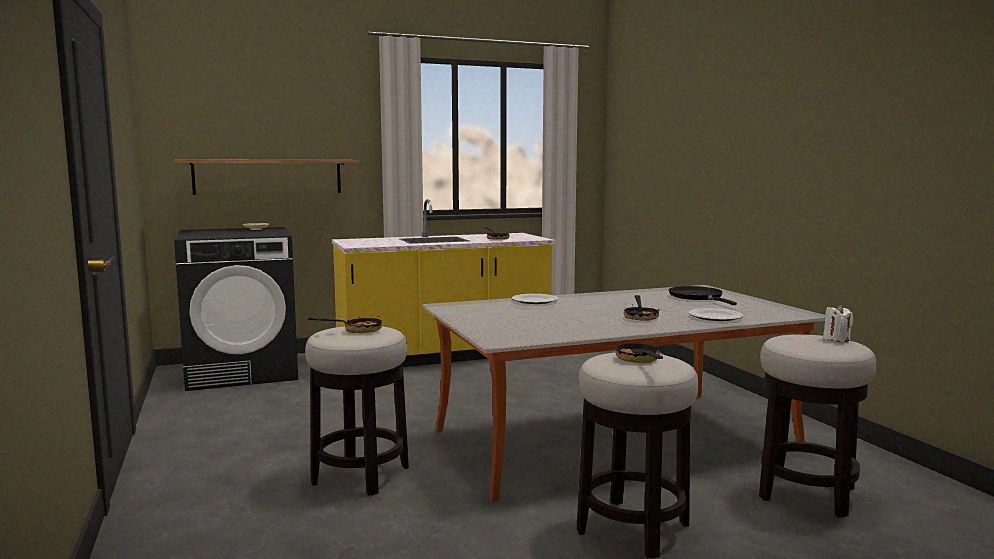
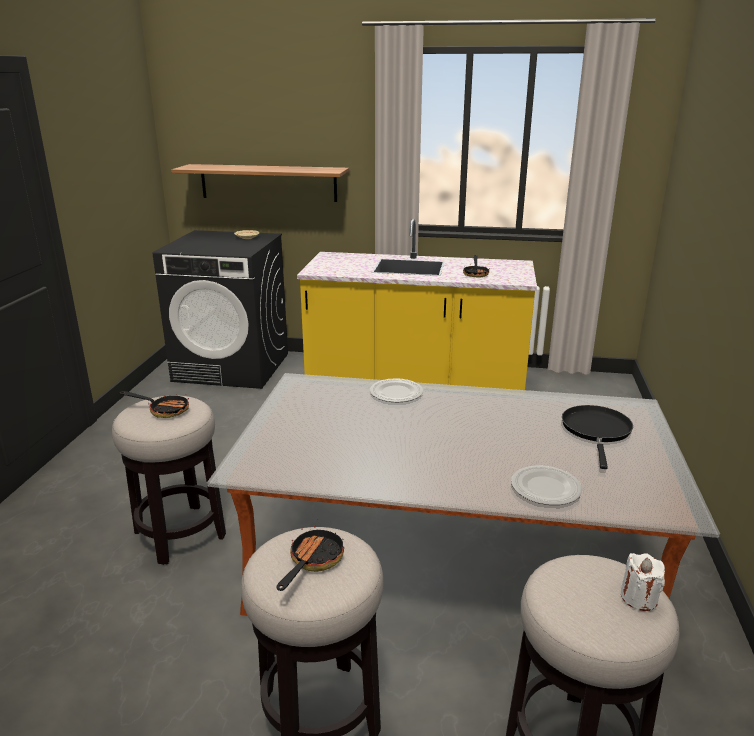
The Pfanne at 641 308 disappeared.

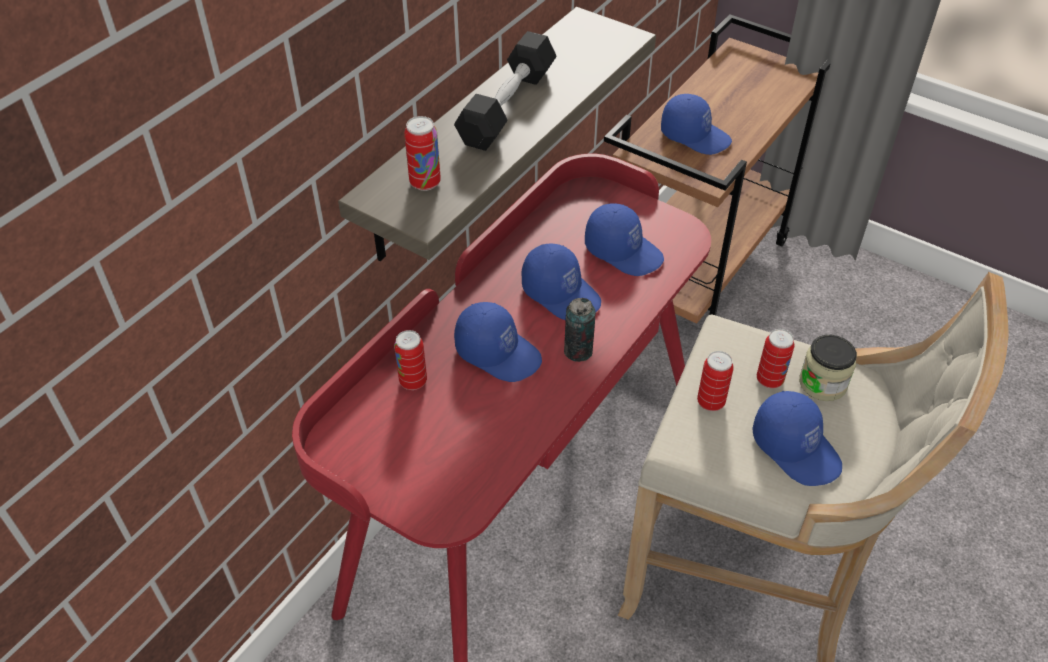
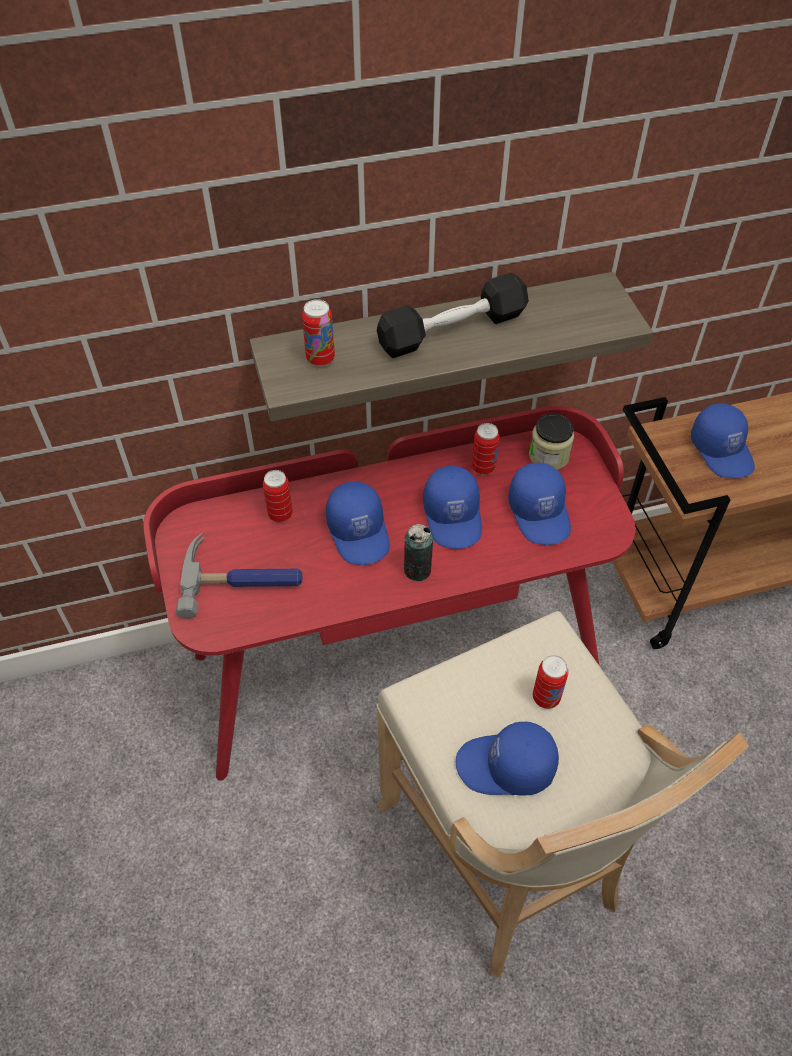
The Dose moved from 715 381 to 486 449. The Kappe/blau at 797 438 turned 90 degrees clockwise. The Vorratsglas moved from 828 368 to 551 441. The Hammer at 239 576 appeared.

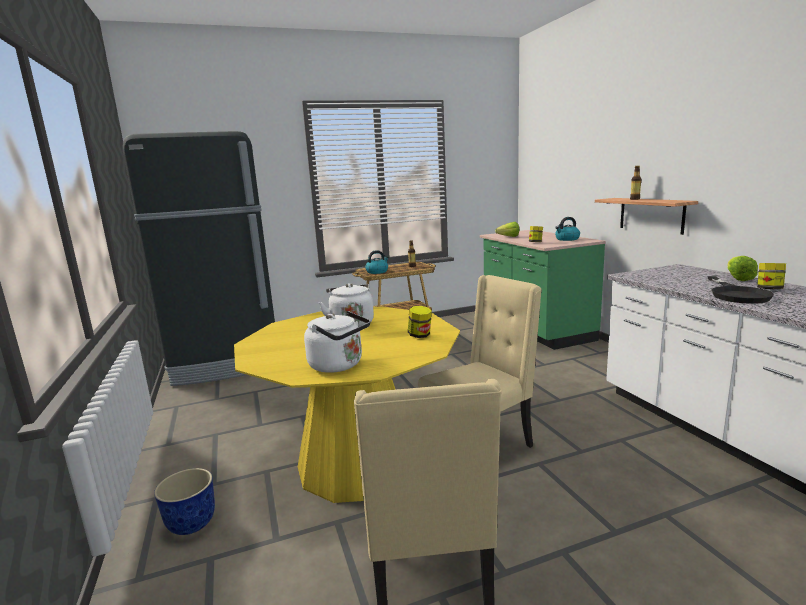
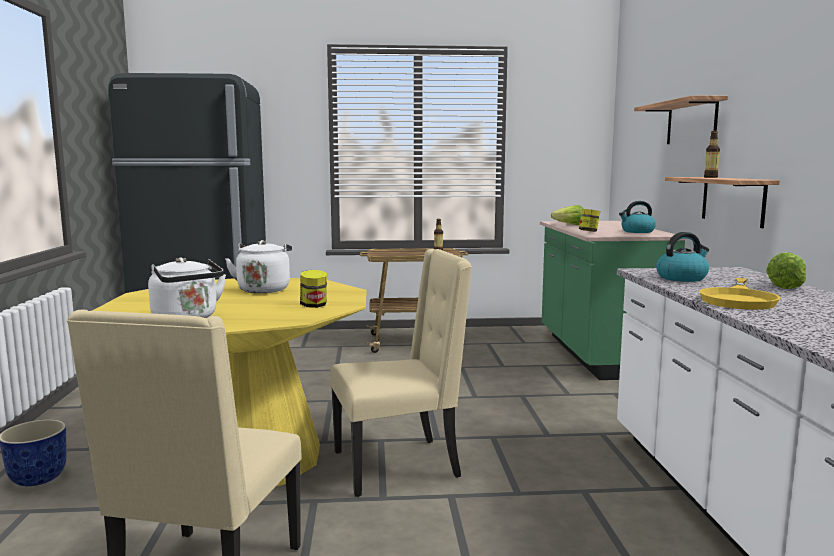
The Wasserkessel moved from 377 262 to 682 257. The Pfanne/schwarz at 740 290 became the Pfanne/gelb at 740 294. The Vorratsglas at 771 276 disappeared. The Wandregal at 681 119 appeared.

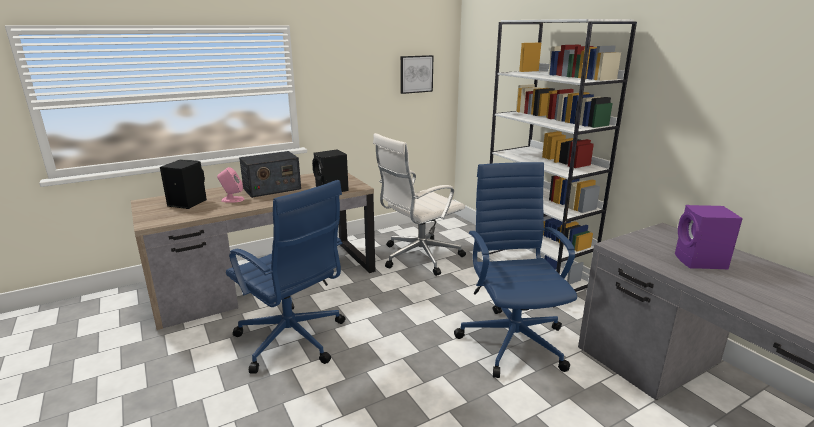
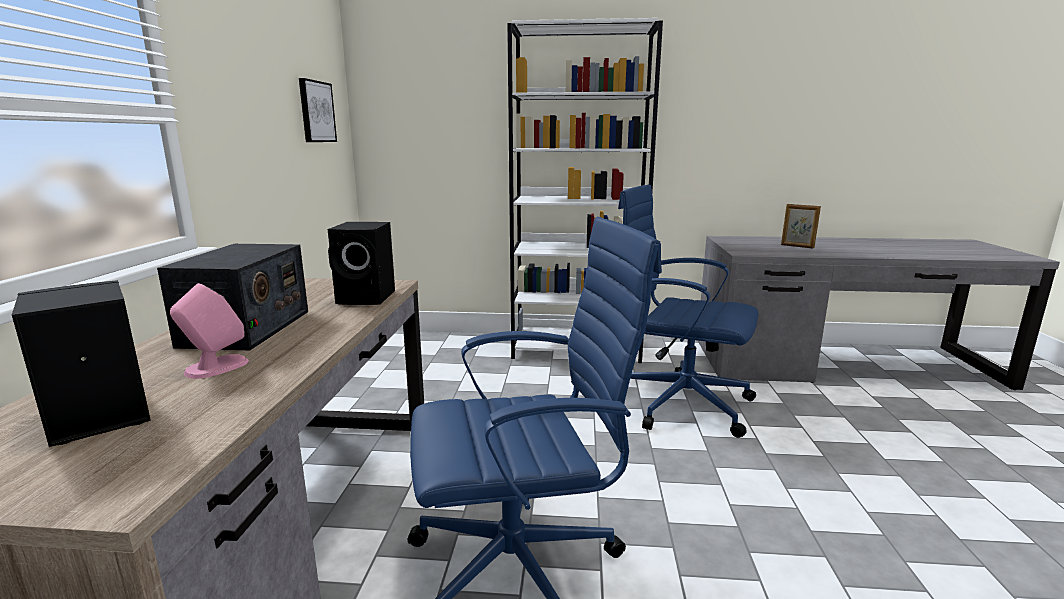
The Bürostuhl/weiß at 419 204 disappeared. The Lautsprecher/lila at 709 237 was replaced by the Bilderrahmen at 801 226.

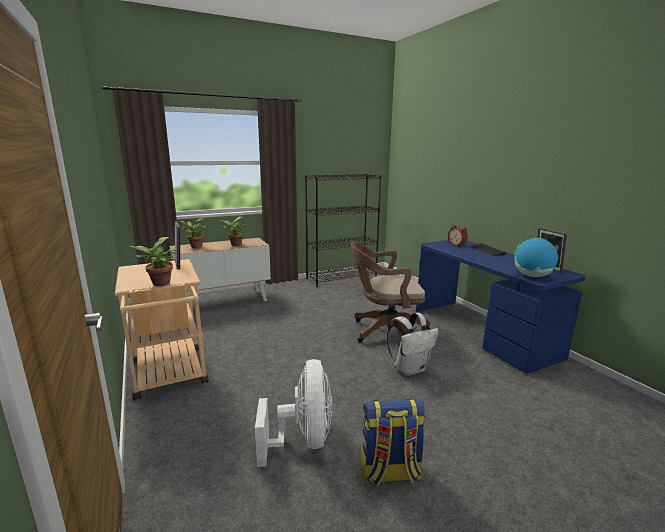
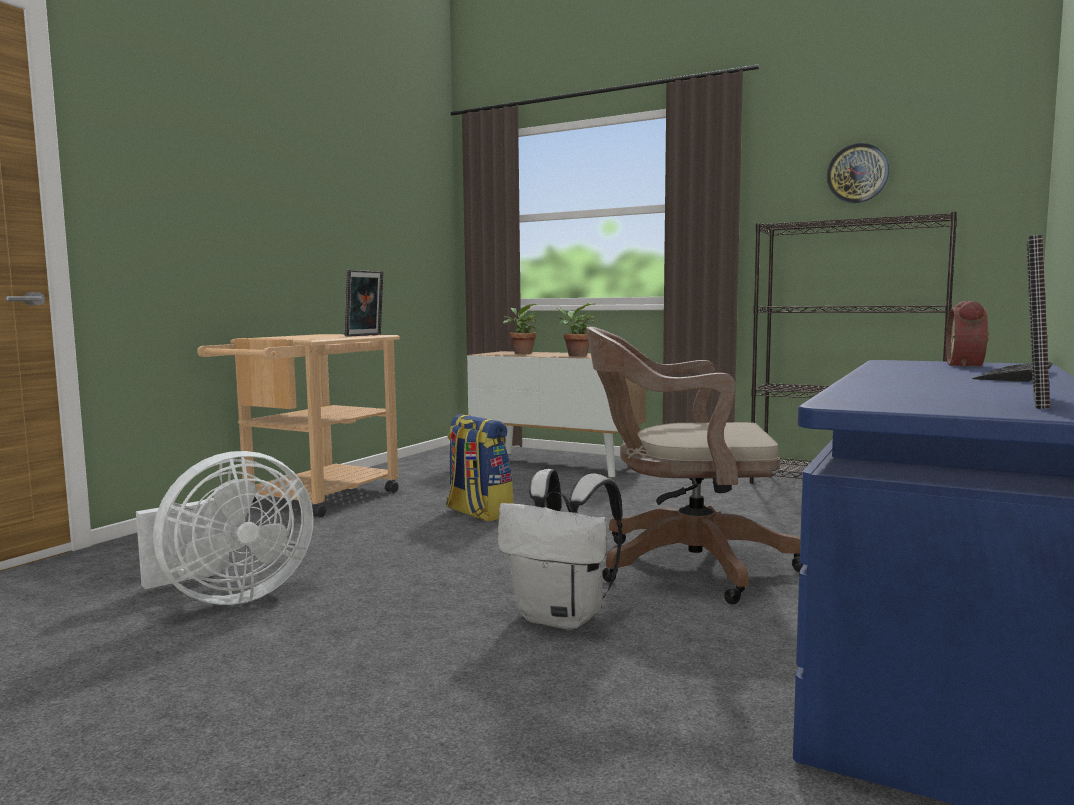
The Topfpflanze at 153 261 disappeared. The Bürostuhl/braun at 390 292 turned 45 degrees counterclockwise. The Rucksack moved from 393 442 to 479 467. The Globus at 536 257 disappeared. The Wanduhr at 858 173 appeared.

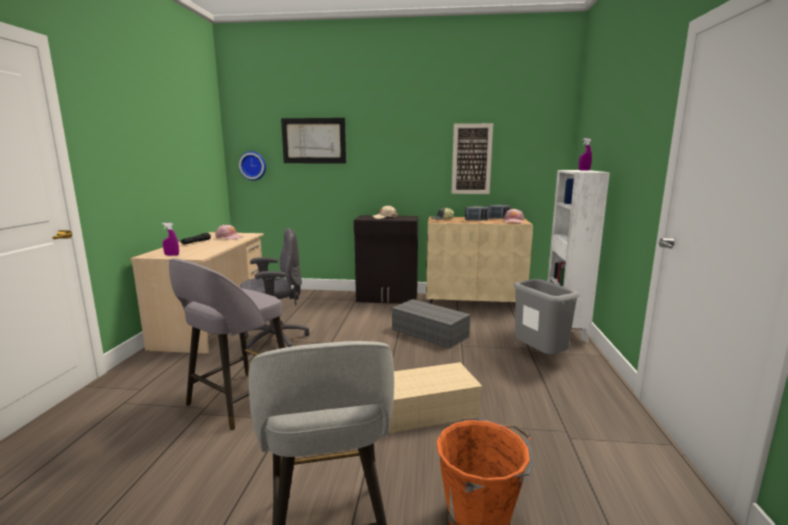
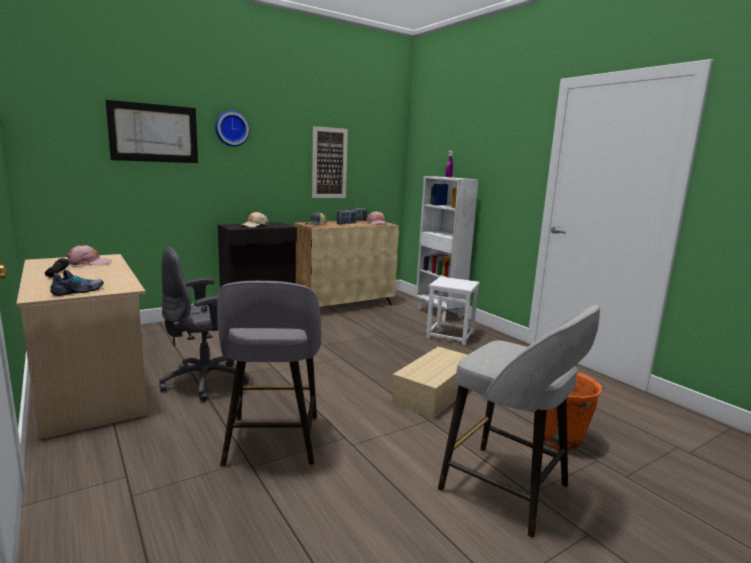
The Sprühflasche/lila at 170 239 was replaced by the Schuh at 77 283. The Wanduhr moved from 252 166 to 232 129. The Bürostuhl/grau at 275 291 turned 150 degrees counterclockwise. The Aufbewahrungsbox/grau at 431 324 disappeared. The Mülleimer/grau at 547 317 was replaced by the Hocker/weiß at 453 311.

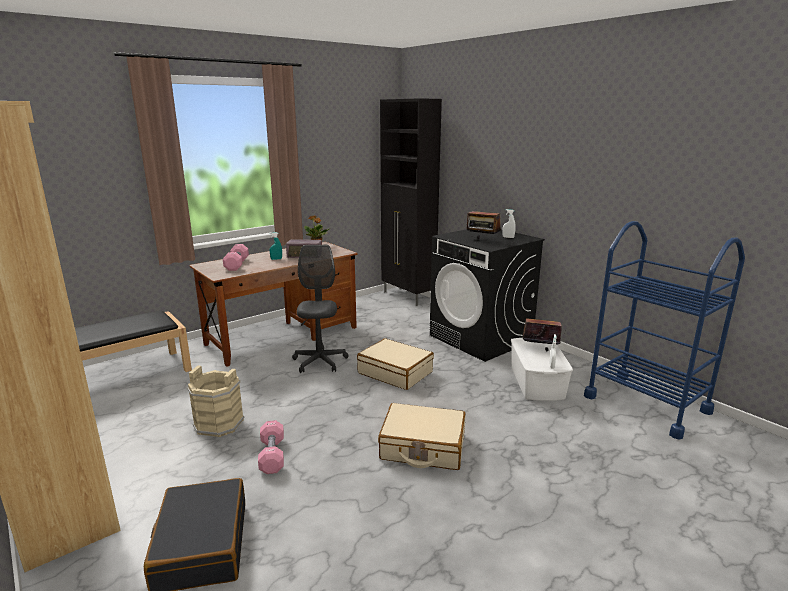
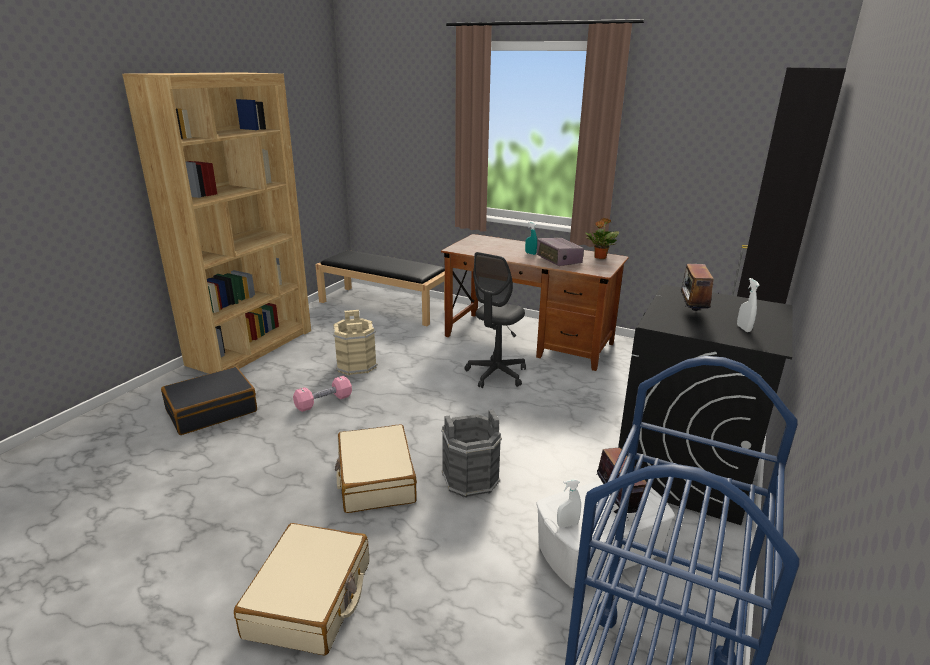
The Hantel/rosa at 236 257 disappeared. The Bürostuhl/grau at 320 309 turned 150 degrees clockwise. The Koffer/beige moved from 395 364 to 301 589. The Eimer/grau at 471 454 appeared.

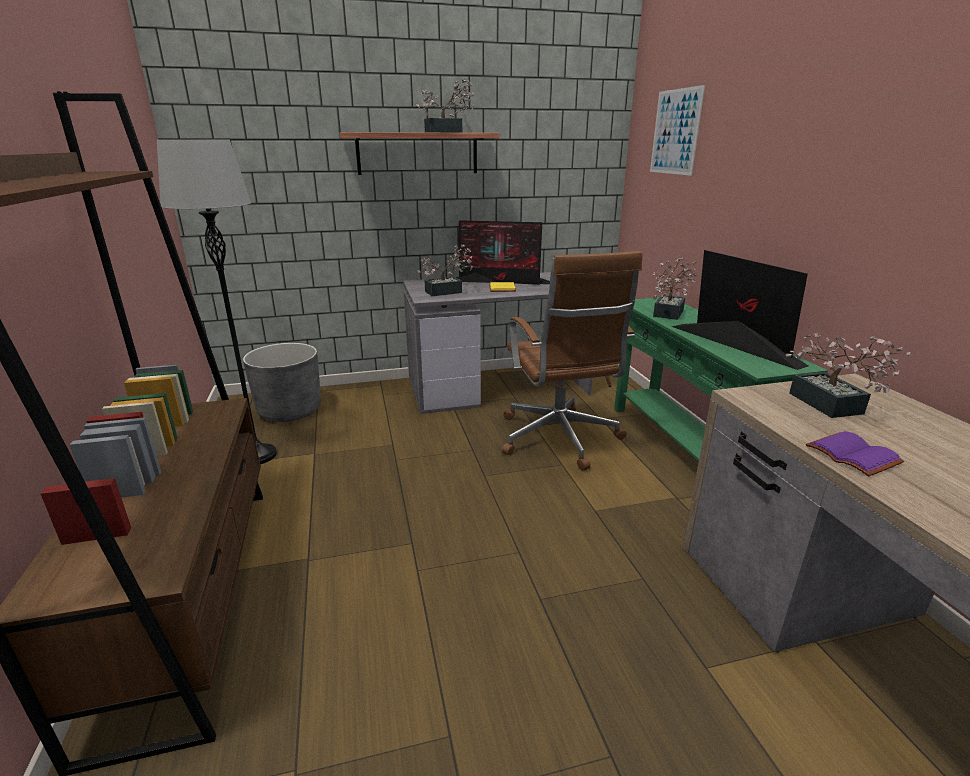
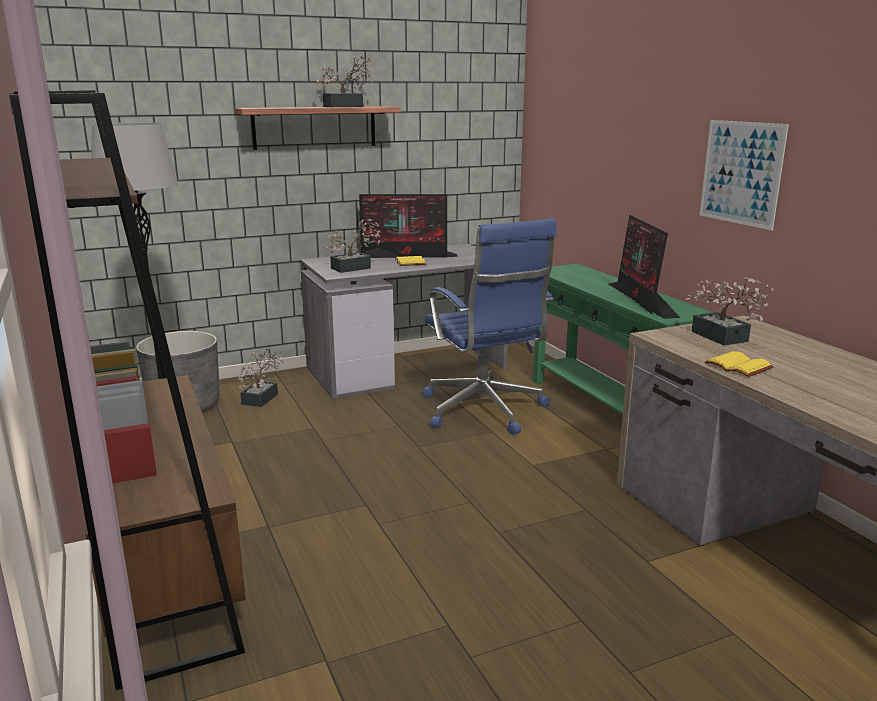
The Bürostuhl/braun at 572 361 became the Bürostuhl/blau at 489 327. The Bild moved from 677 130 to 744 175. The Topfpflanze moved from 675 289 to 261 377. The Monitor at 740 310 turned 150 degrees counterclockwise. The Buch/lila at 855 453 became the Buch/gelb at 739 364.

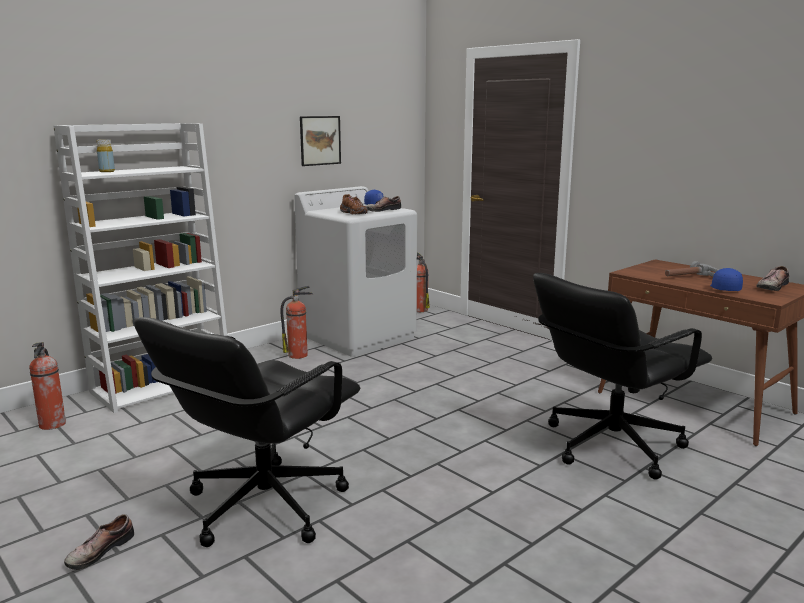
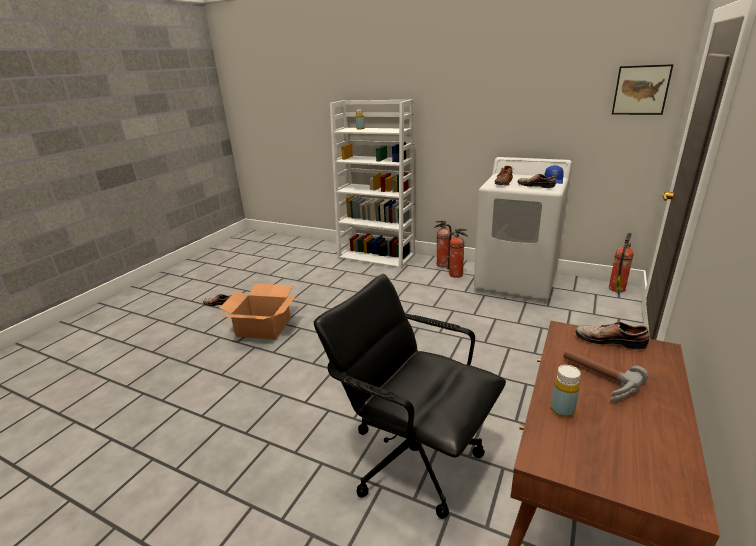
The Feuerlöscher moved from 47 386 to 443 244. The Bürostuhl/schwarz at 247 432 was replaced by the Karton at 258 312. The Bild moved from 320 141 to 643 89. The Kappe/blau at 726 279 was replaced by the Flasche/gelb at 566 391. The Schuh moved from 772 278 to 613 335.

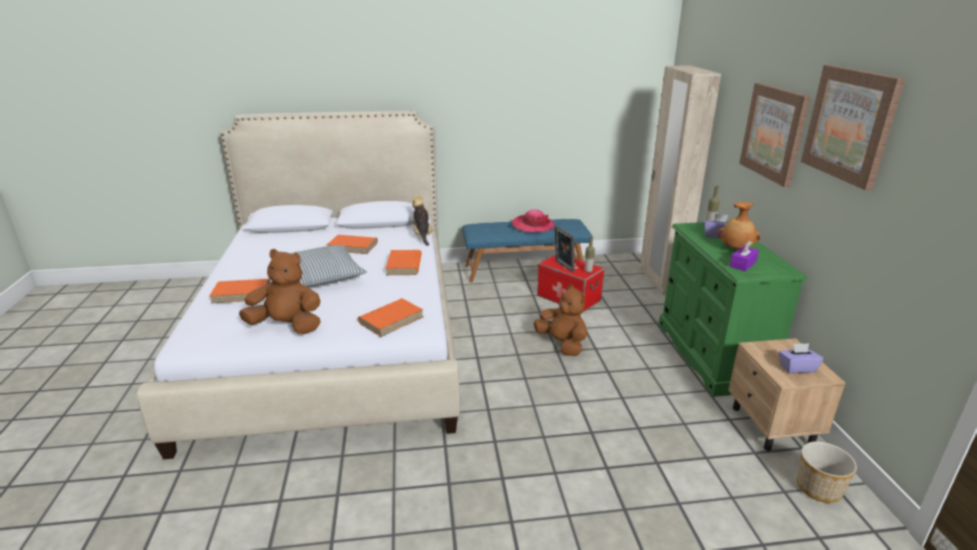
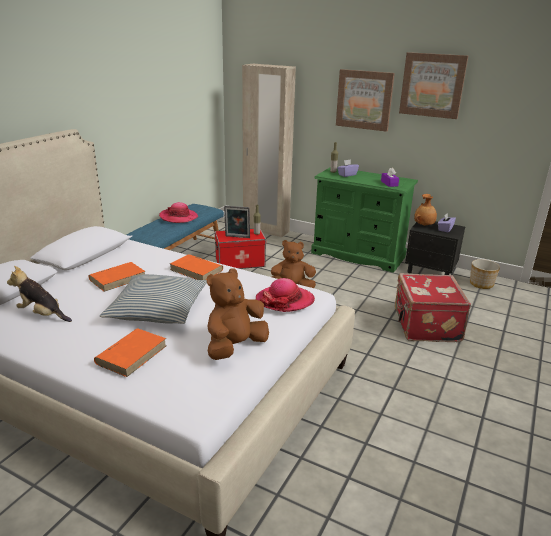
The Buch/orange at 390 317 was replaced by the Hut at 285 295. The Plüschtier moved from 423 220 to 39 294. The Vase/braun moved from 739 225 to 425 210. The Nachttisch/beige at 786 394 became the Nachttisch/schwarz at 435 248. The Koffer/rot at 433 307 appeared.

